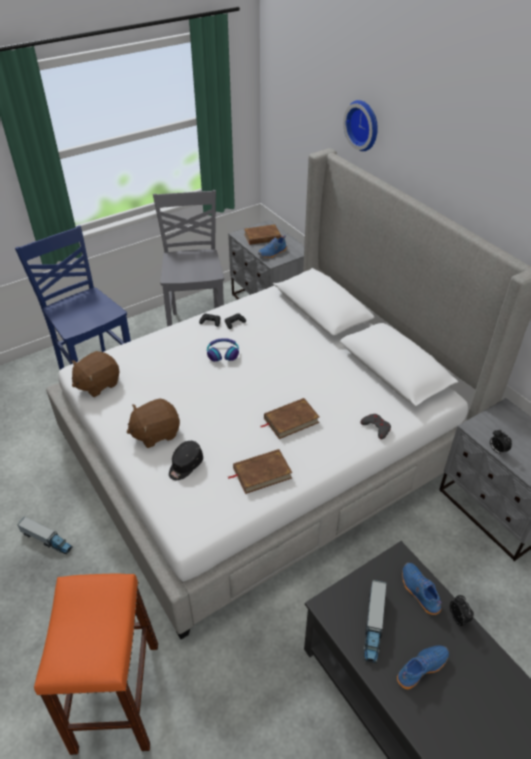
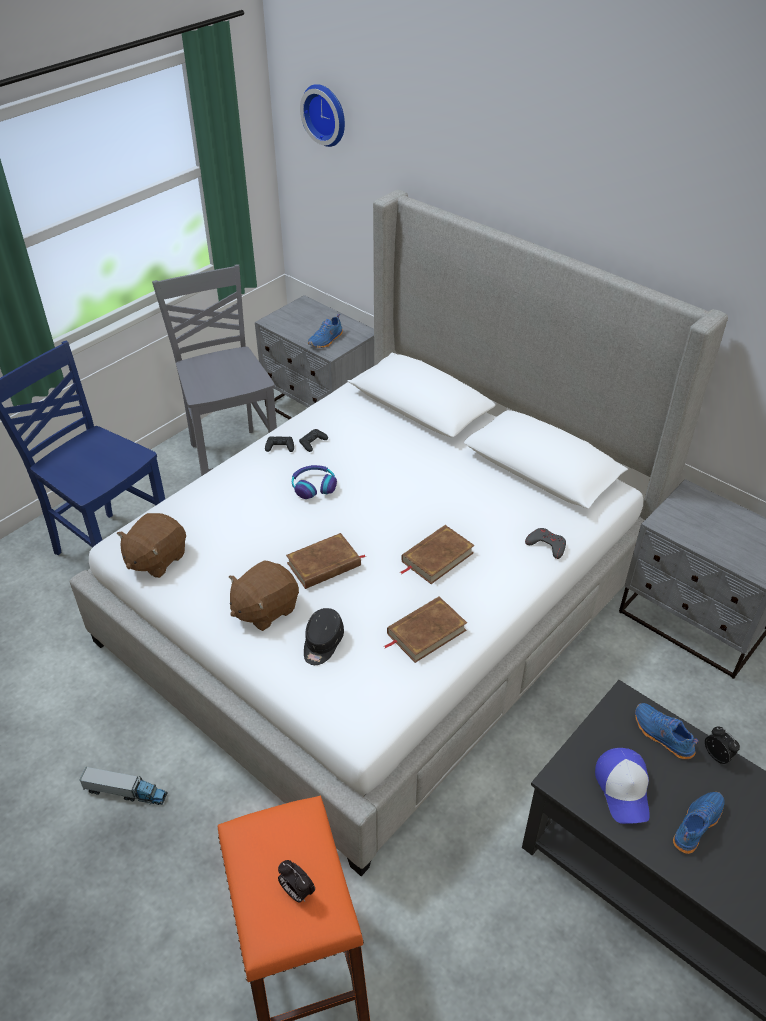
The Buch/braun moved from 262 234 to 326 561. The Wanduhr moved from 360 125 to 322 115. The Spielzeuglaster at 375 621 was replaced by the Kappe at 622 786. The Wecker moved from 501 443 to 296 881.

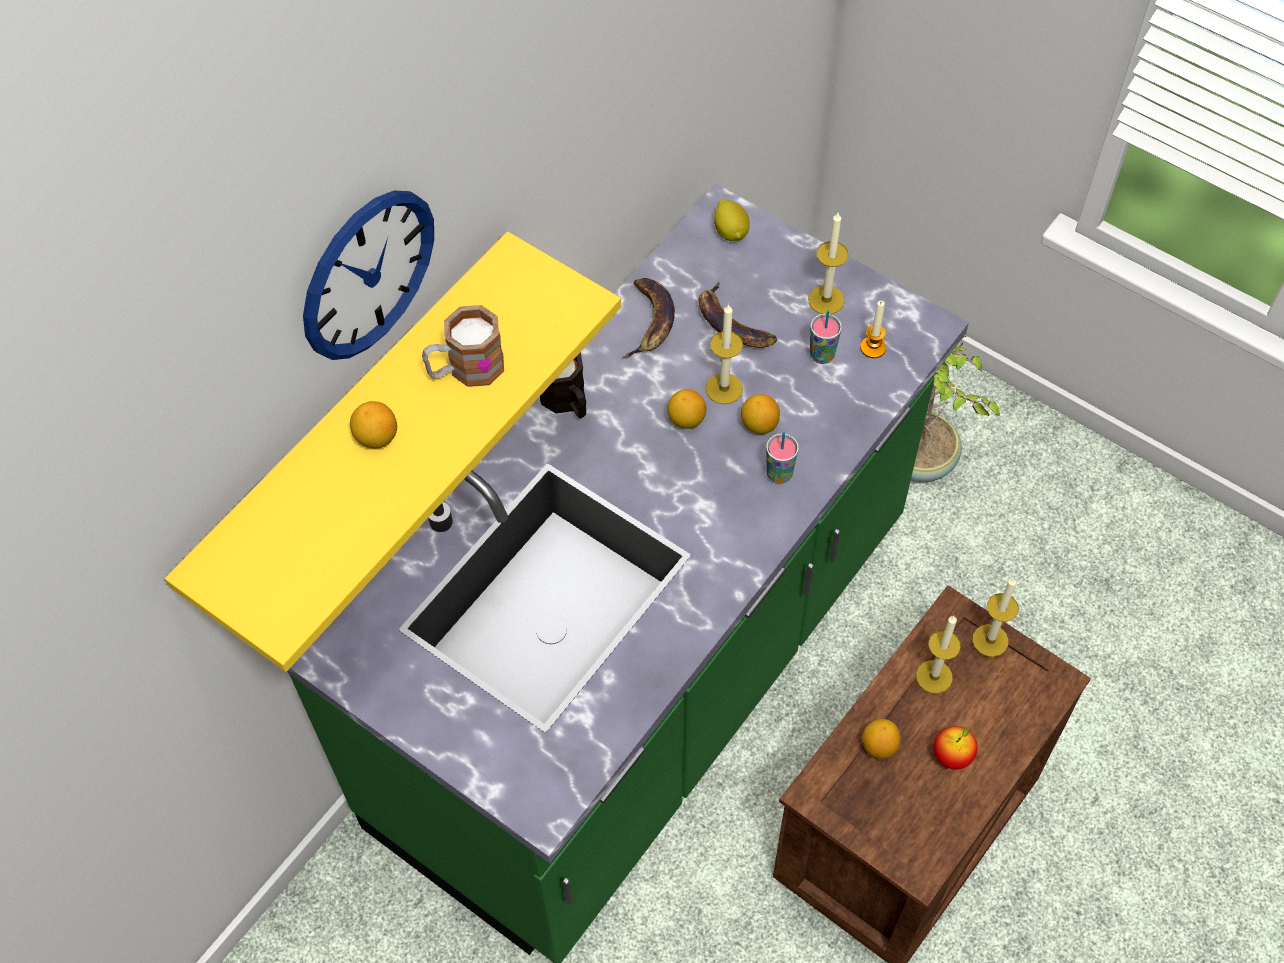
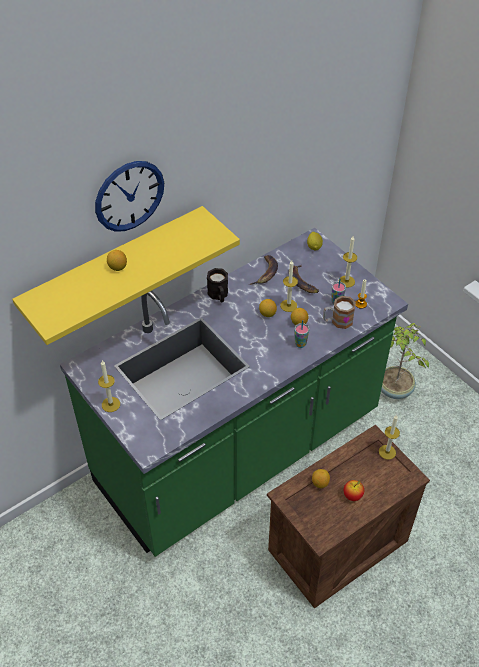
The Henkelbecher moved from 463 346 to 339 312. The Kerze moved from 938 655 to 109 386.

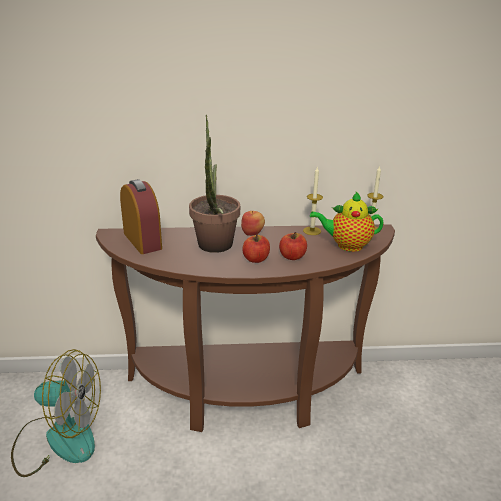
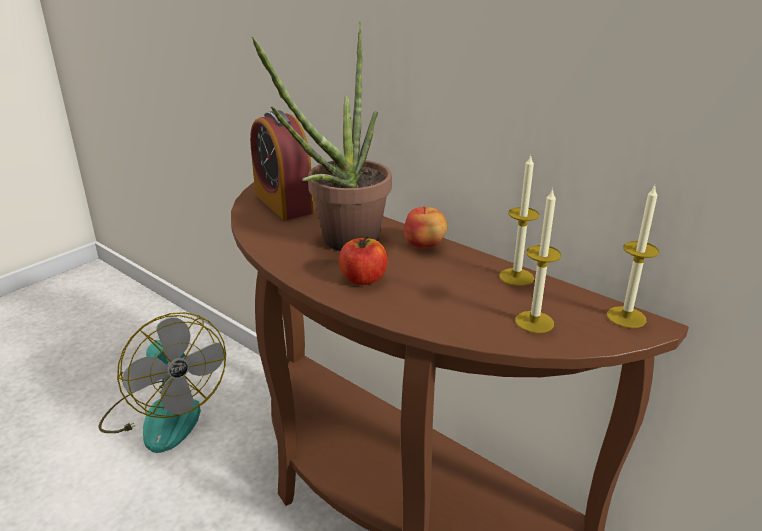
The Wecker at 141 216 turned 135 degrees clockwise. The Apfel at 293 246 disappeared. The Teekanne at 347 221 was replaced by the Kerze at 538 260.

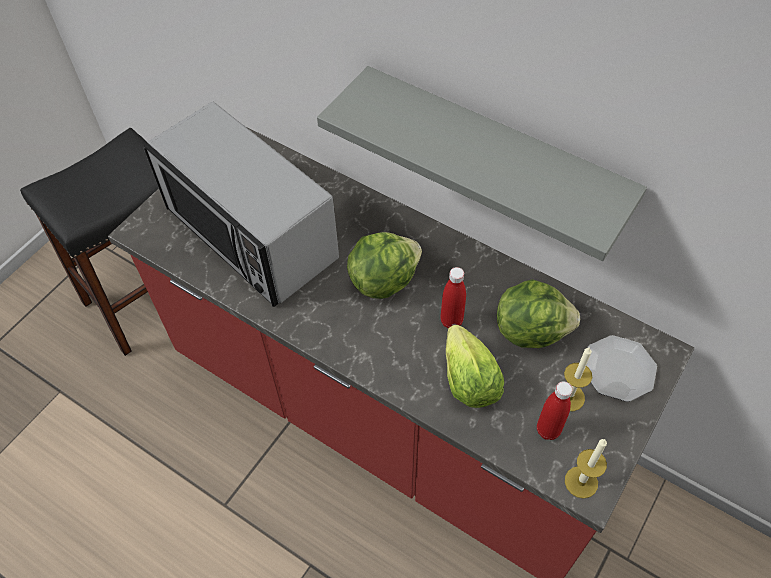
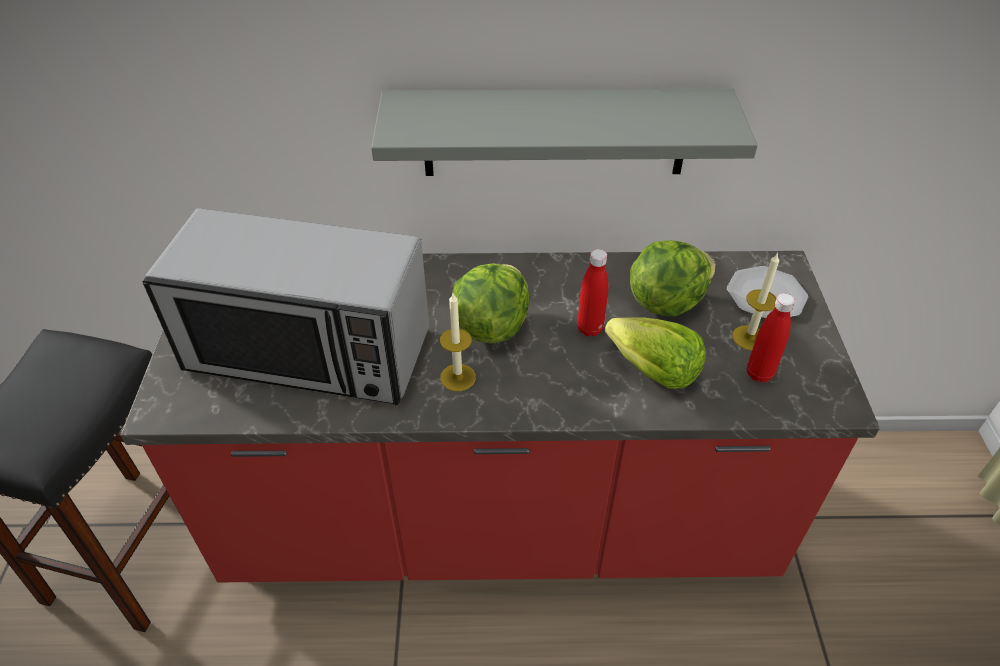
The Kerze moved from 586 468 to 458 342.

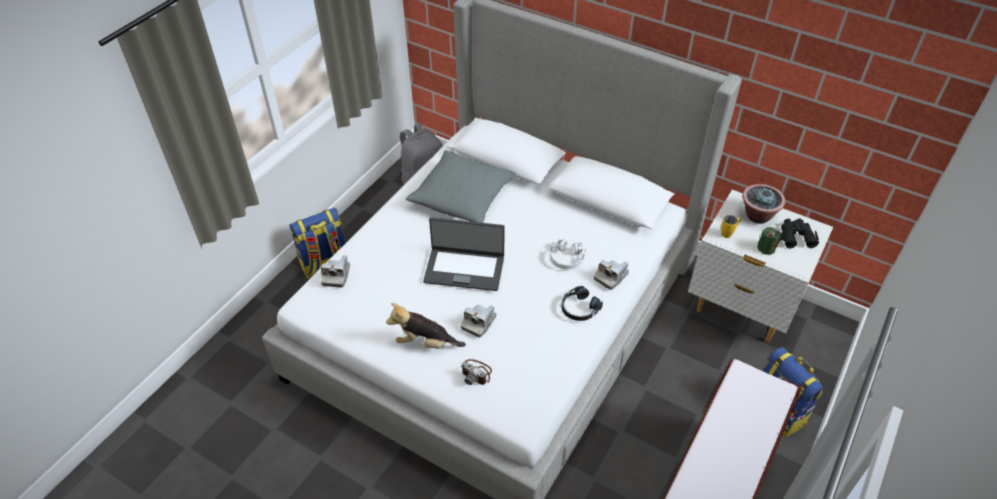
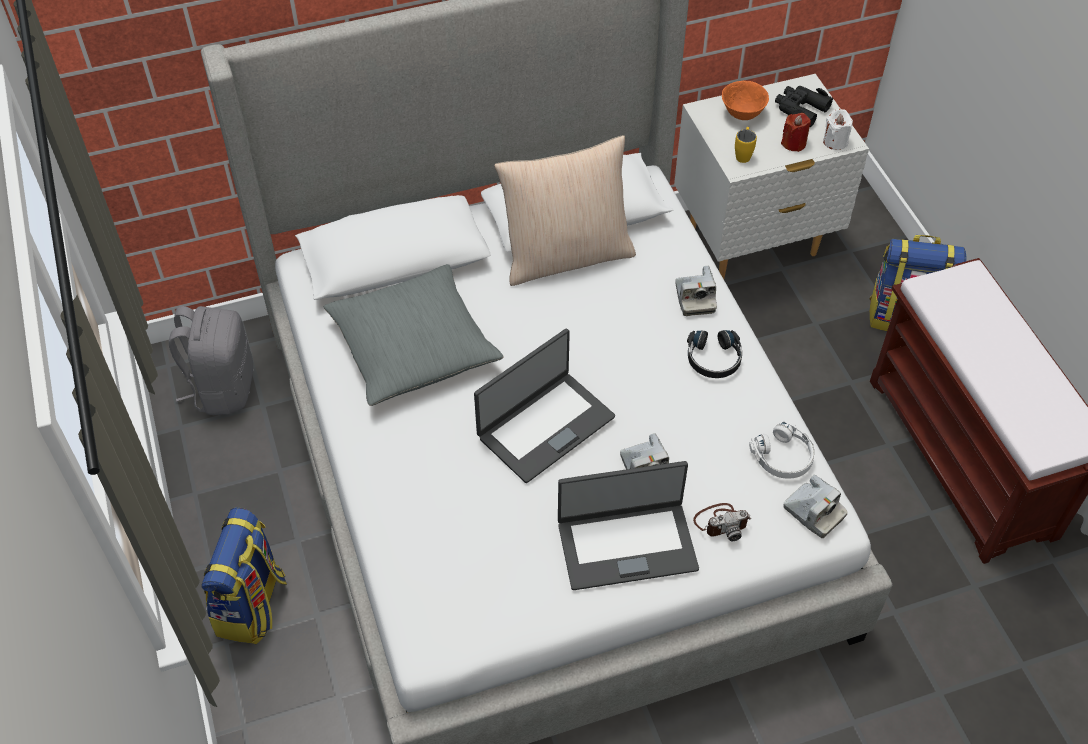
The Kamera moved from 335 271 to 815 506. The Plüschtier at 426 325 was replaced by the Laptop at 628 525. The Kopfhörer/weiß moved from 568 253 to 782 450. The Topfpflanze at 763 204 was replaced by the Schüssel/orange at 745 100. The Kerze/grün at 769 241 became the Kerze/rot at 796 132. The Kissen/beige at 565 210 appeared. The Kerze/weiß at 838 129 appeared.

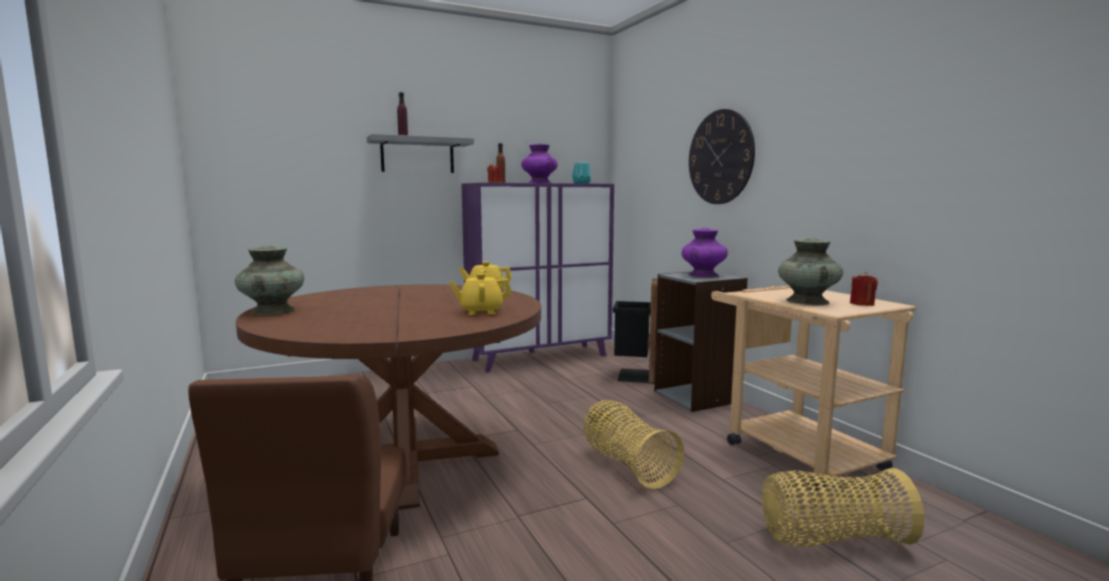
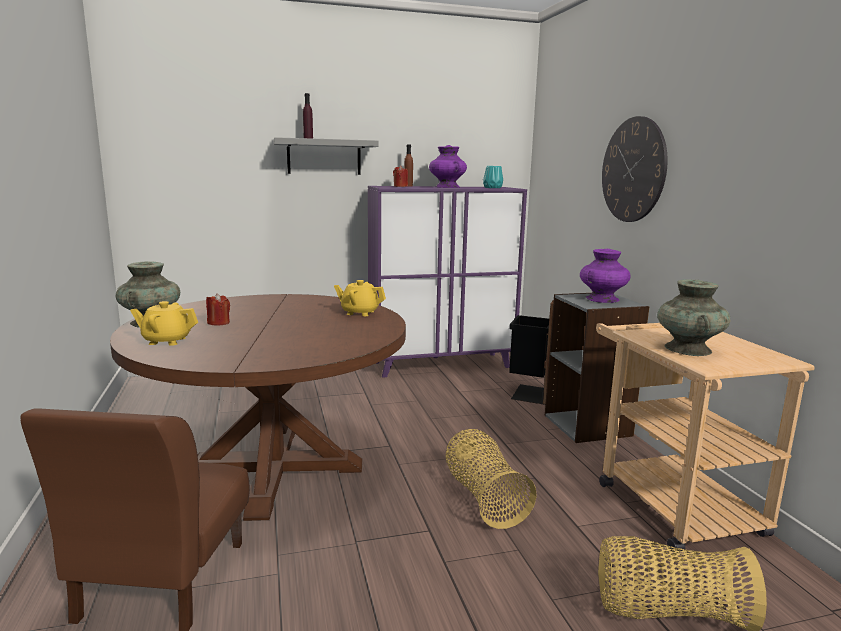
The Teekanne/gelb moved from 480 294 to 164 323. The Kerze/rot moved from 864 289 to 218 309.

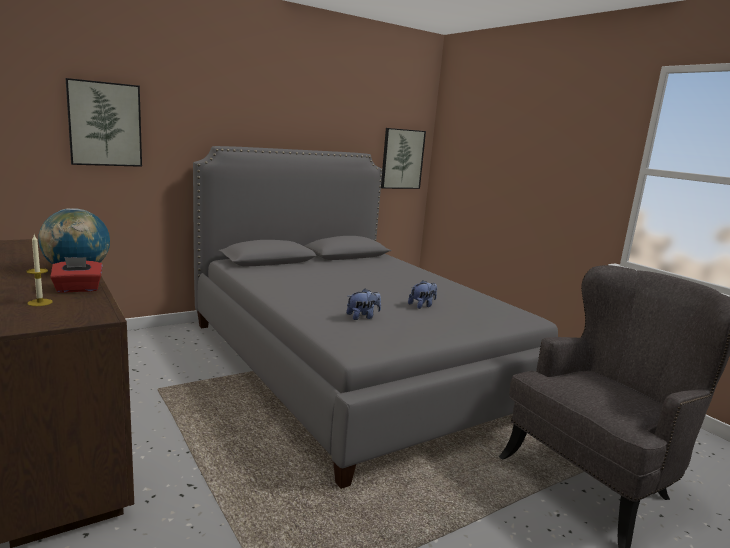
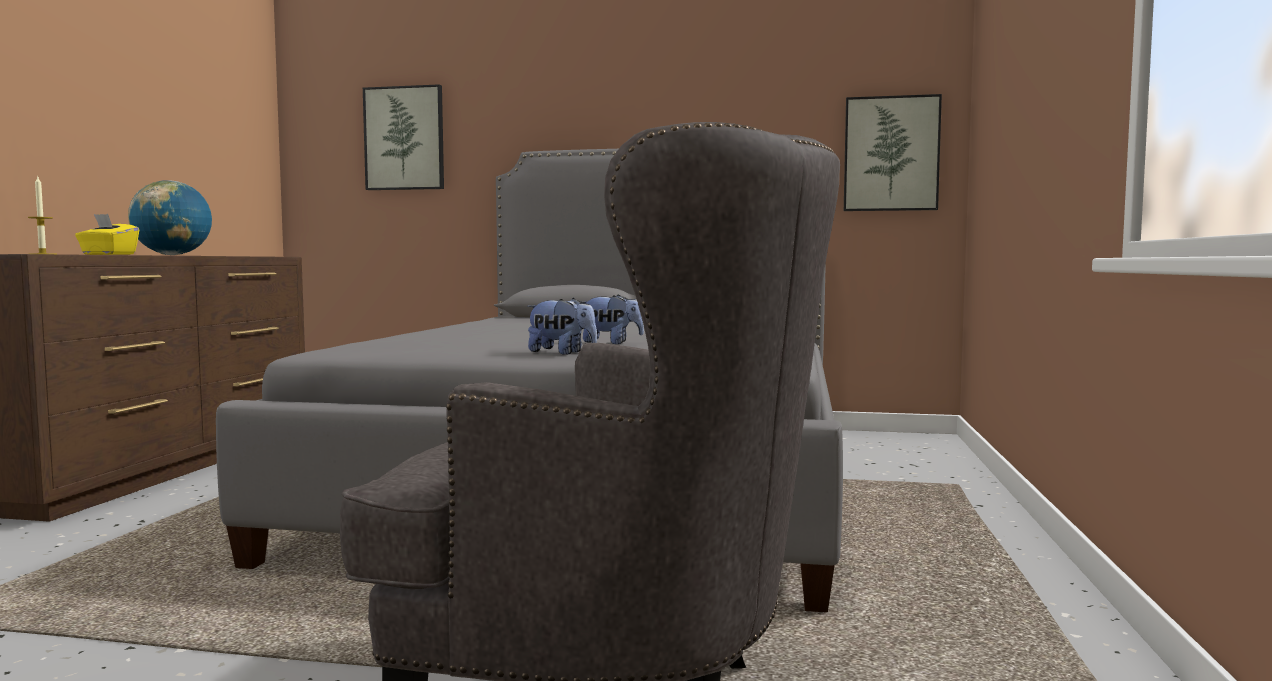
The Taschentuchbox/rot at 76 275 became the Taschentuchbox/gelb at 107 234. The Plüschtier moved from 364 304 to 562 326.

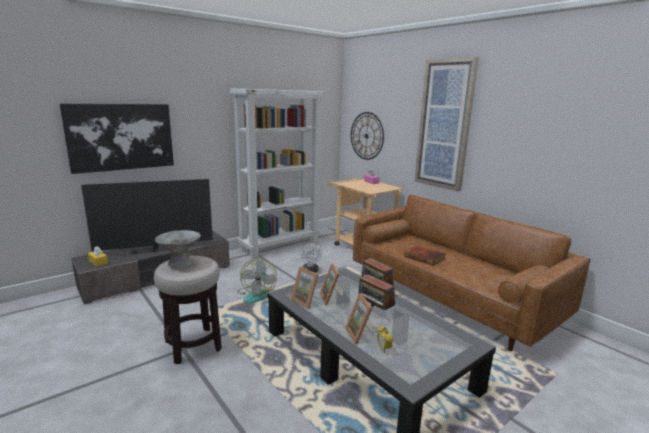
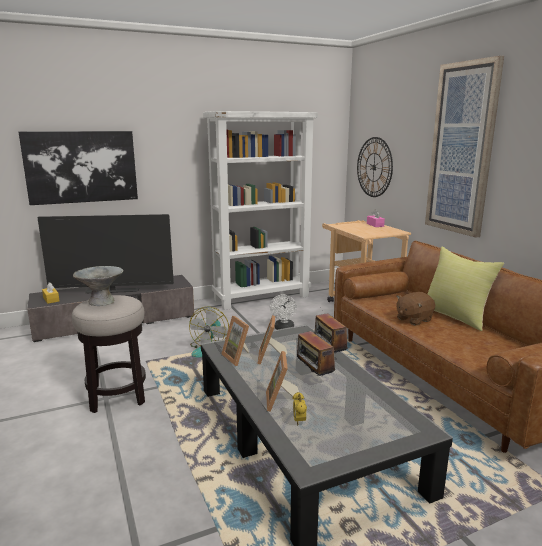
The Buch at 425 255 was replaced by the Plüschtier/braun at 415 308. The Kissen/gelb at 465 289 appeared.

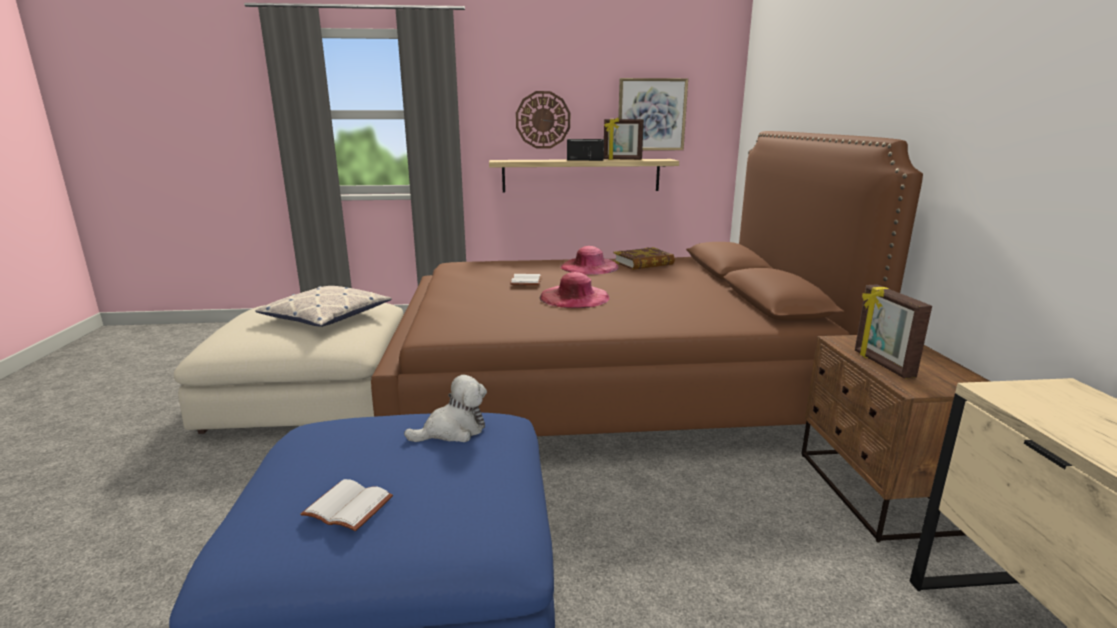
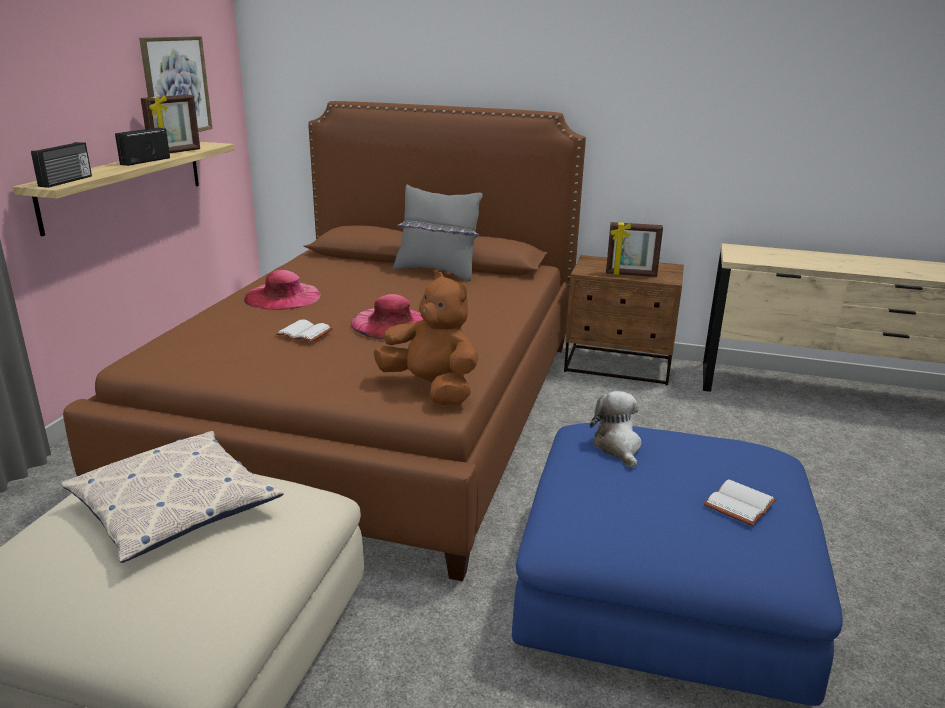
The Wanduhr at 543 120 disappeared. The Buch at 644 258 disappeared. The Radio at 61 165 appeared. The Plüschtier/braun at 426 338 appeared. The Kissen/grau at 438 233 appeared.

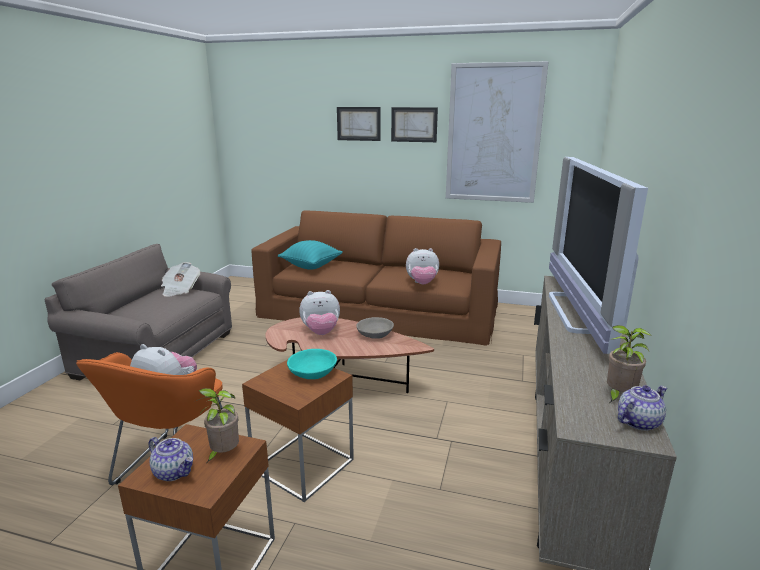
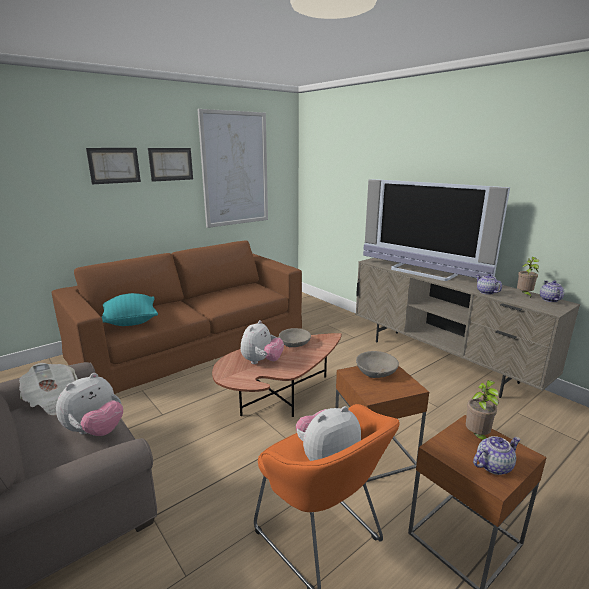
The Schüssel/türkis at 312 364 became the Schüssel/grau at 377 364. The Plüschtier moved from 422 266 to 89 404. The Teekanne at 489 284 appeared.

